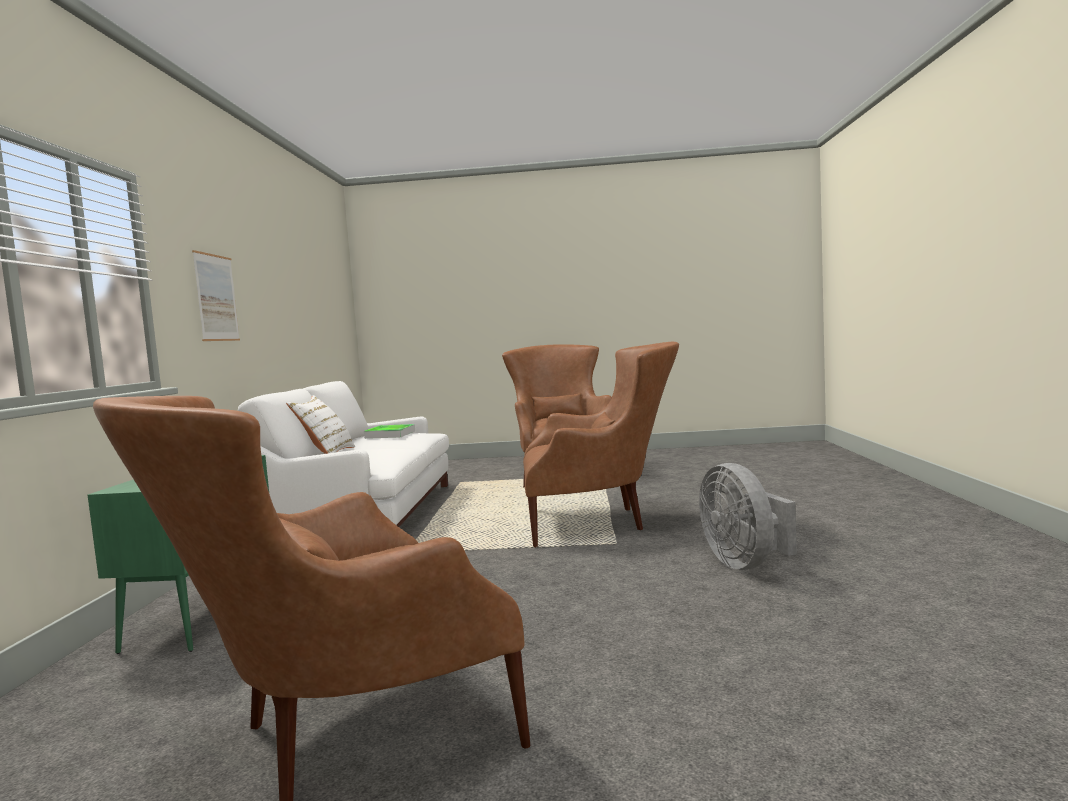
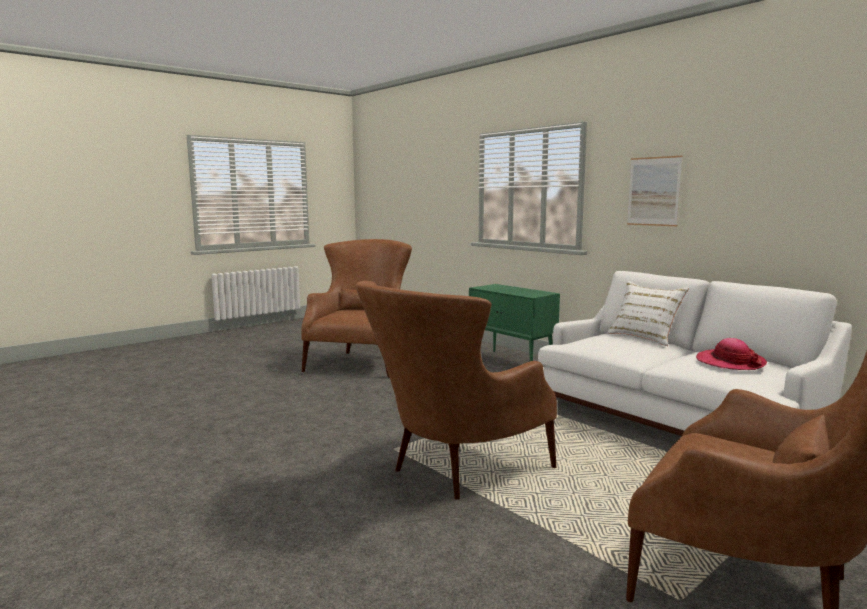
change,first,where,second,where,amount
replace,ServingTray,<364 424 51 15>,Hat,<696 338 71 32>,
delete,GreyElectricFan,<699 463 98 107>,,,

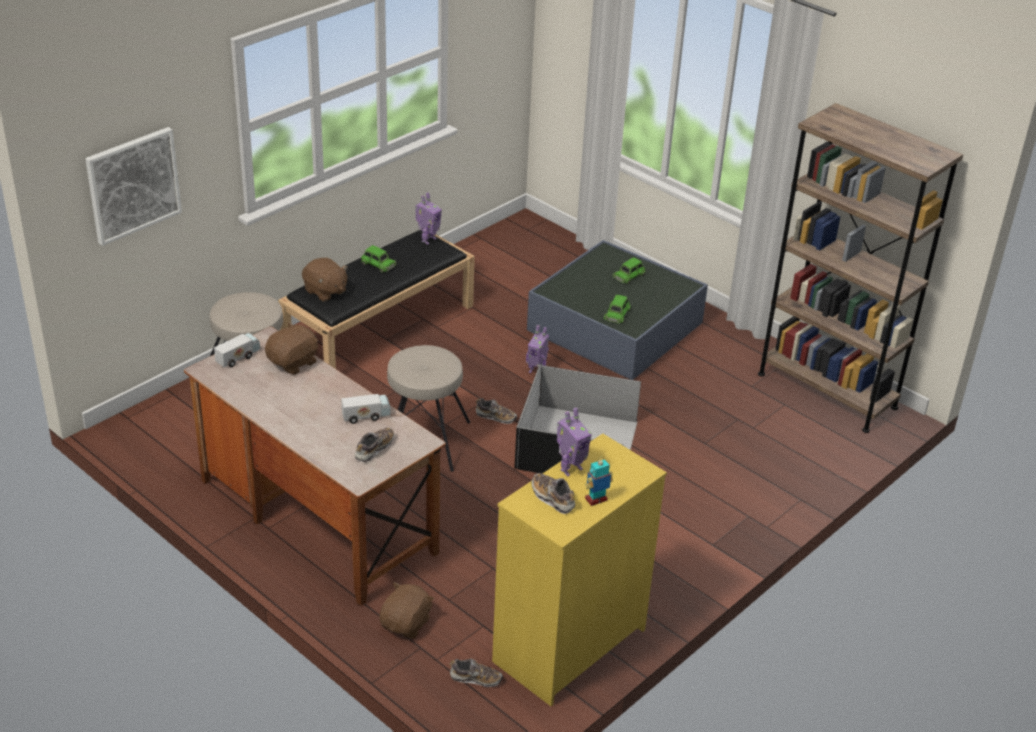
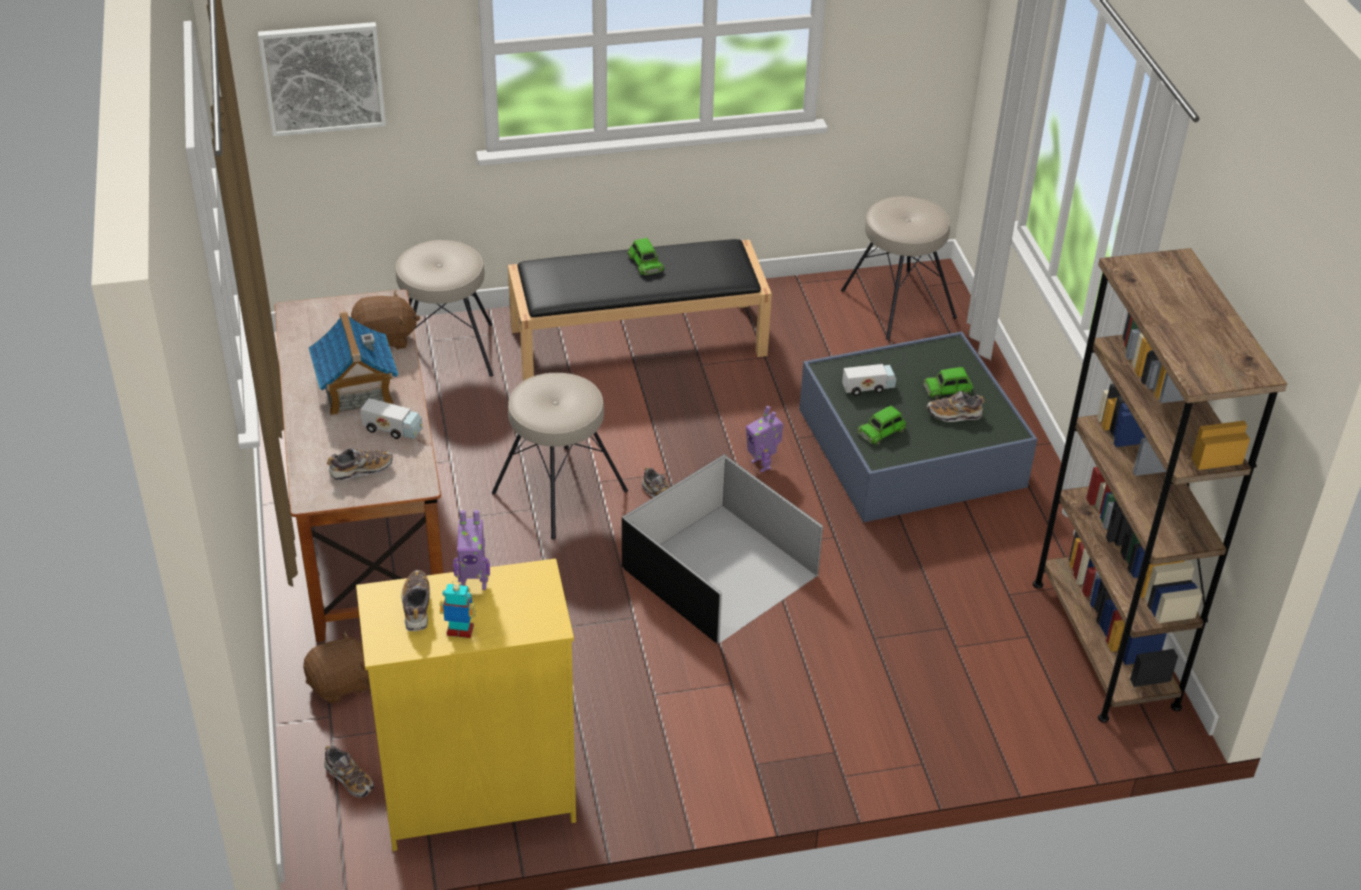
change,first,where,second,where,amount
move,ToyLorry,<214 333 46 34>,,<842 364 54 32>,
delete,BrownColouredSoftToy,<302 258 46 44>,,,
delete,ToyRobot,<415 193 27 51>,,,
insert,,,ToyHouse,<309 311 89 105>,
insert,,,BeigeStool,<841 196 116 144>,
insert,,,Shoe,<927 391 58 31>,

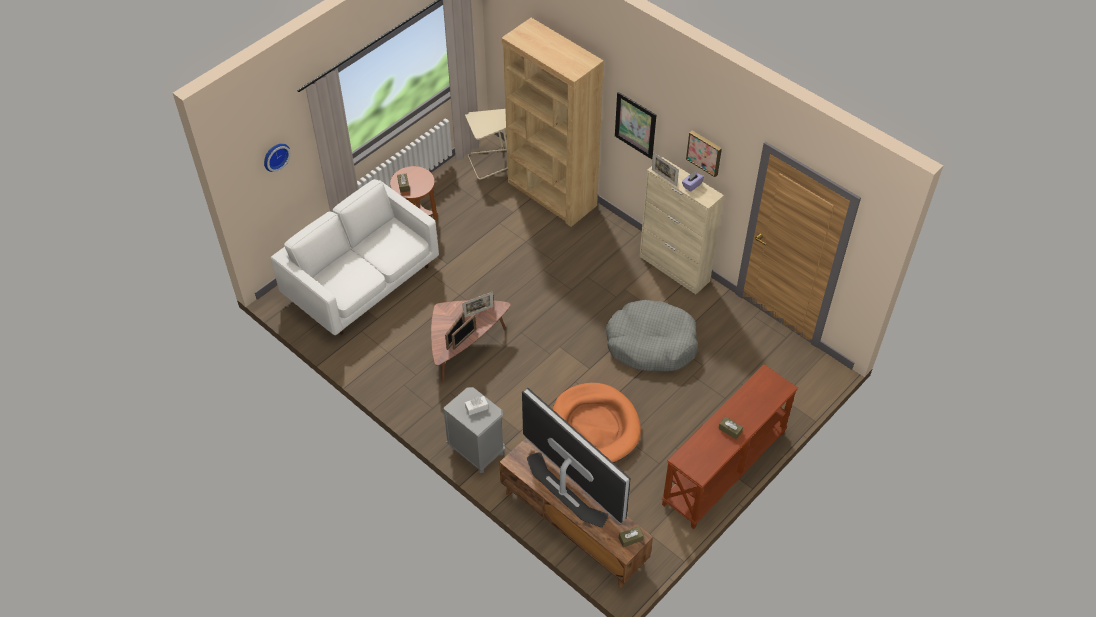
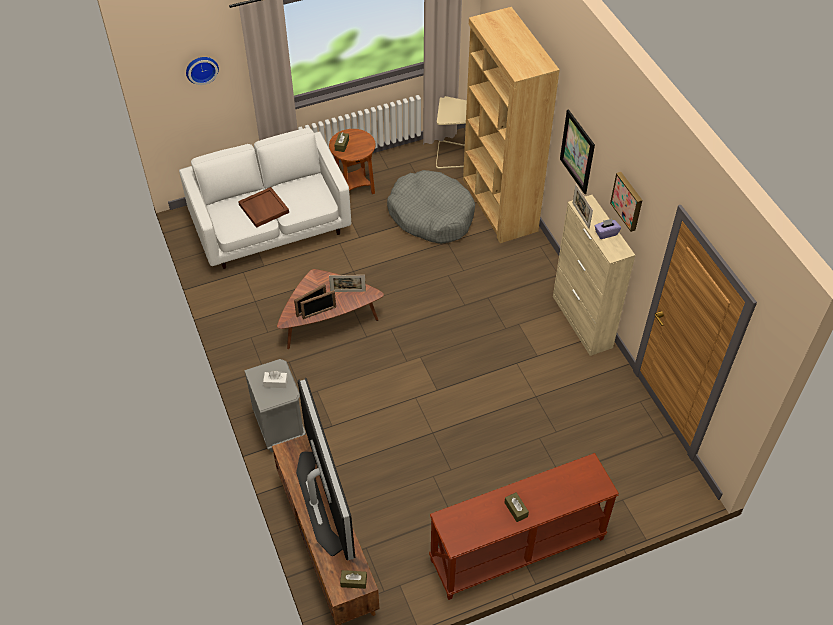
change,first,where,second,where,amount
delete,OrangeyDogBed,<553 383 88 80>,,,
move,GreyDogBed,<606 300 92 72>,,<387 170 88 74>,
insert,,,BrownColouredServingTray,<238 187 51 41>,

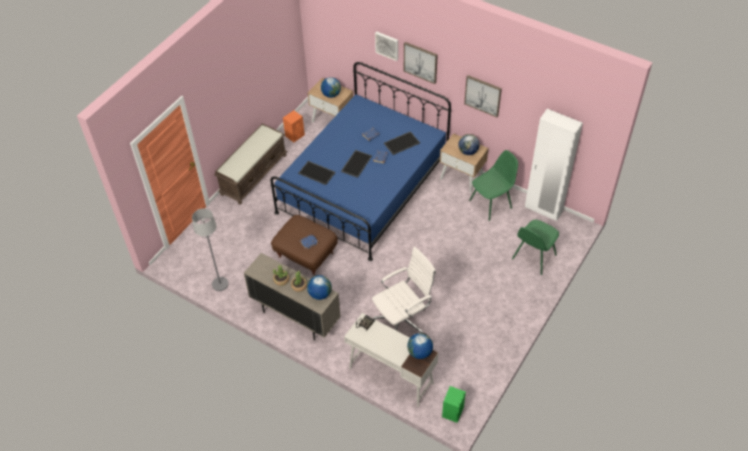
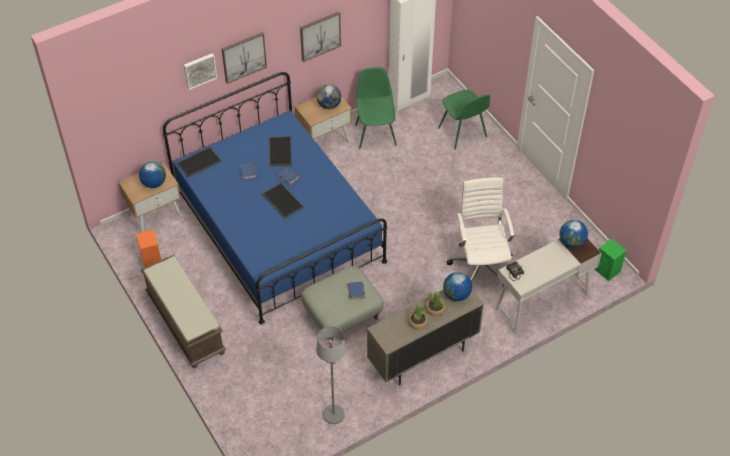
change,first,where,second,where,amount
recolor,BrownColouredOttoman,<271 215 67 61>,GreyOttoman,<301 266 83 75>,
move,ServingTray,<298 161 38 24>,,<176 147 46 31>,

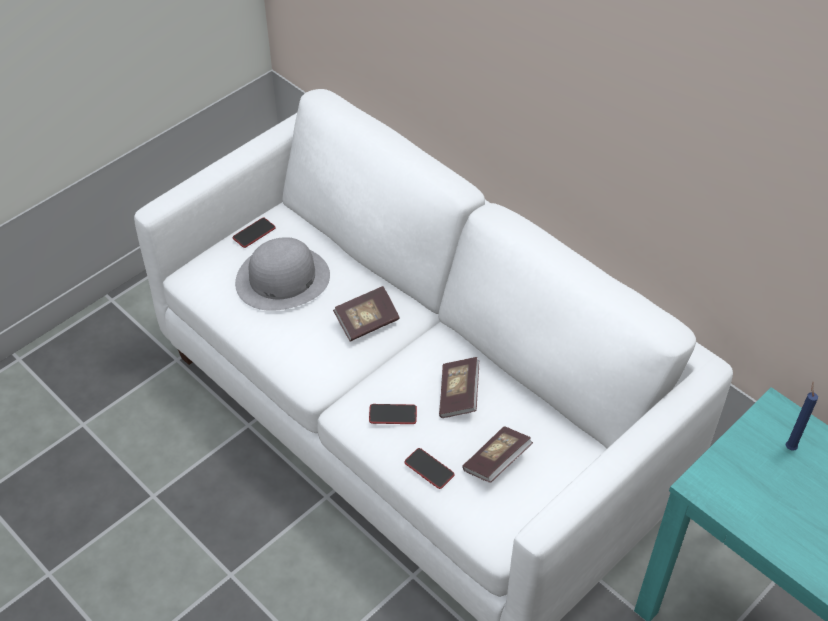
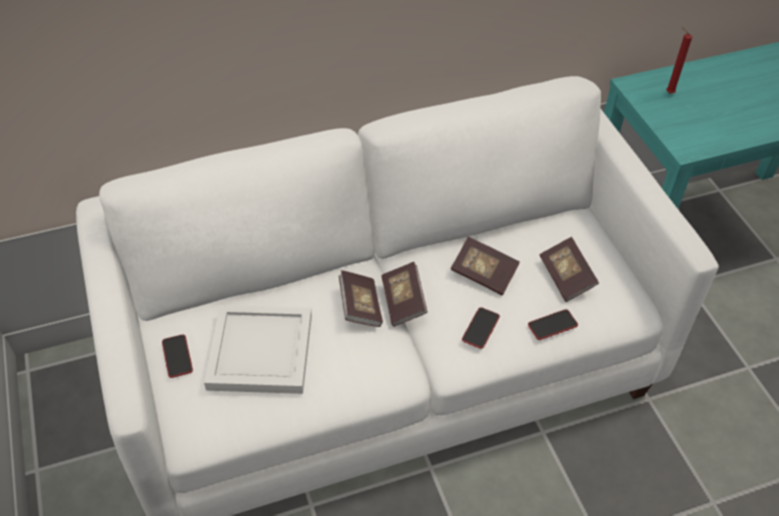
change,first,where,second,where,amount
replace,GreyHat,<235 237 95 74>,WhitishServingTray,<204 305 108 89>,
recolor,BluishCandle,<786 381 32 70>,RedCandle,<666 27 26 67>,
insert,,,Book,<381 262 47 65>,

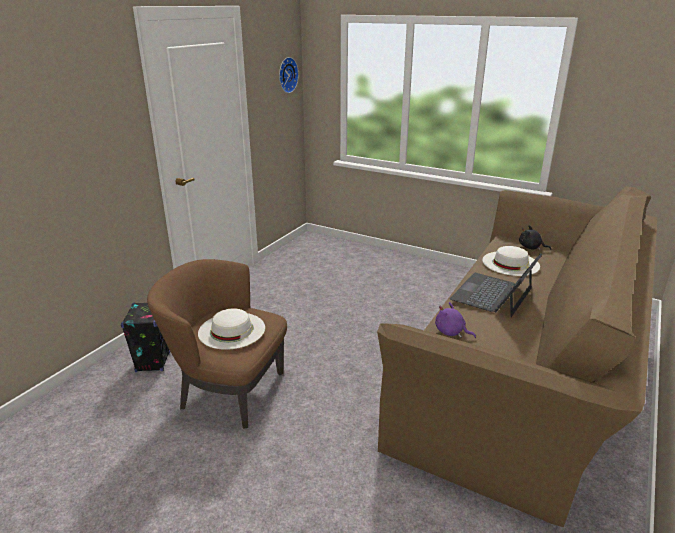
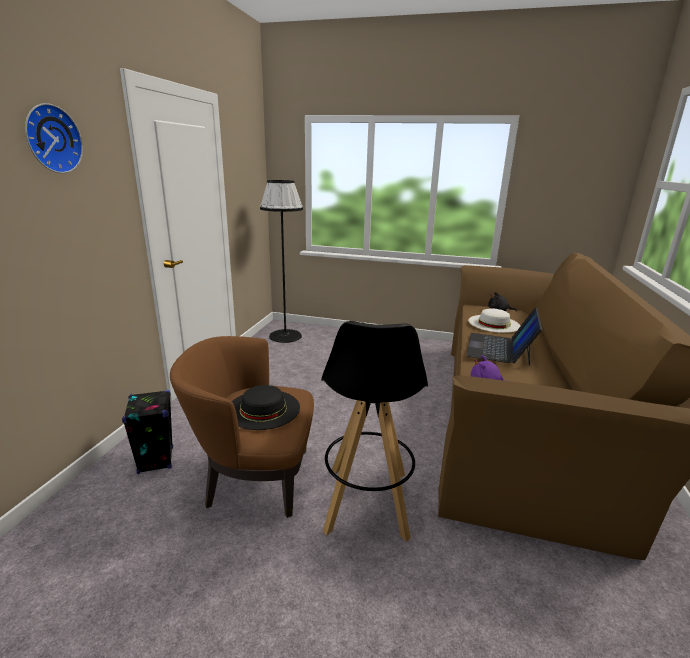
change,first,where,second,where,amount
recolor,WhitishHat,<198 308 67 42>,BlackColouredHat,<232 385 68 45>,
move,ClockOnTheWall,<279 57 20 36>,,<25 103 58 70>,
insert,,,BlackColouredFloorLamp,<260 180 43 163>,
insert,,,BlackColouredStool,<321 321 107 221>,

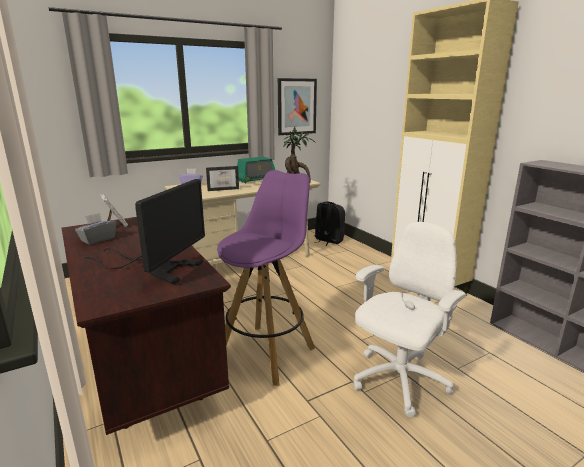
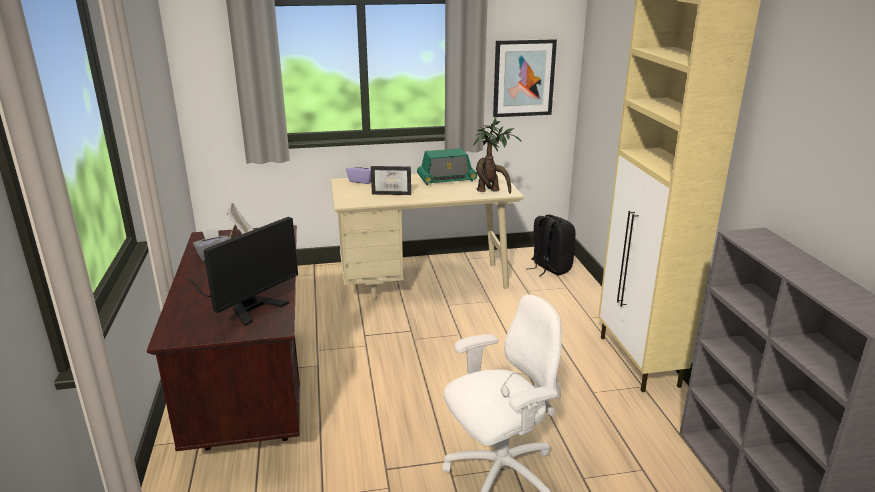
change,first,where,second,where,amount
delete,PurpleStool,<217 170 98 216>,,,

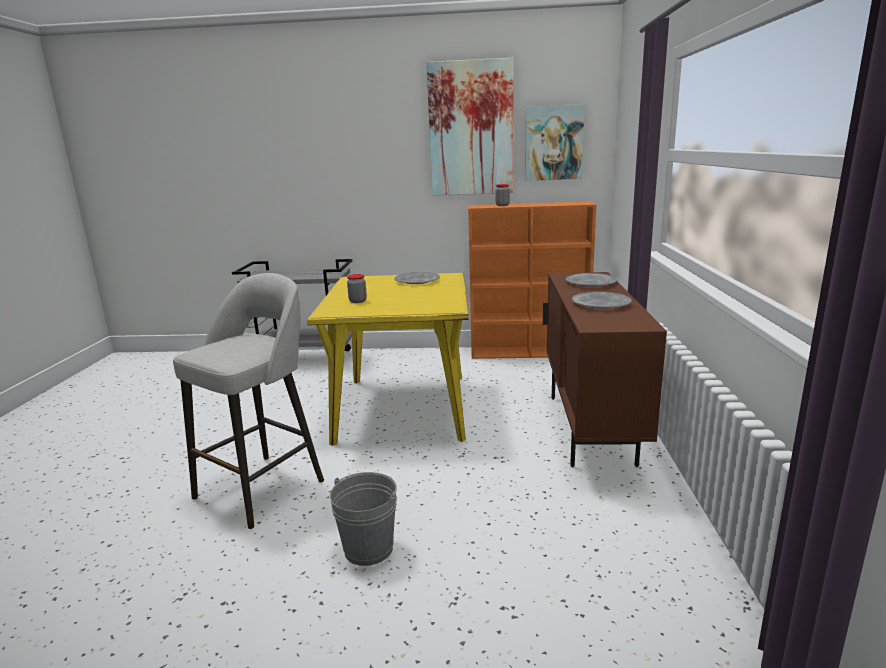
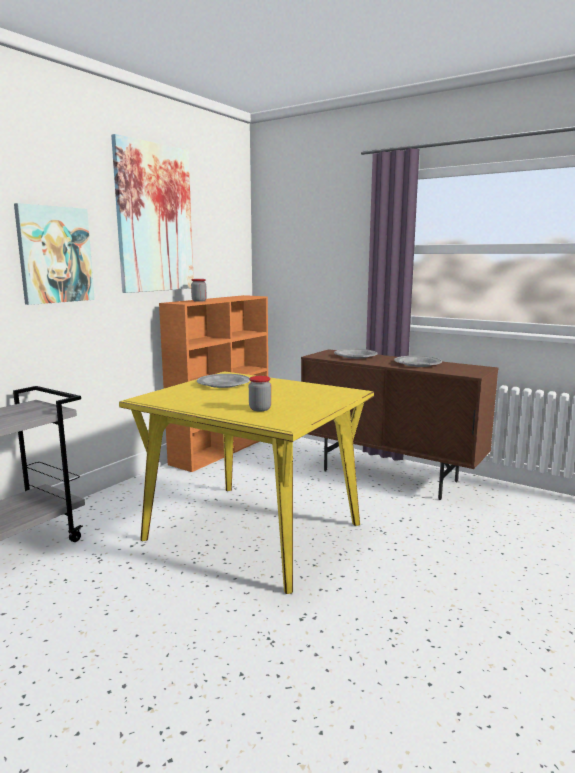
change,first,where,second,where,amount
delete,GreyStool,<173 273 151 256>,,,
delete,GreyPail,<330 472 67 94>,,,
move,WallArt,<525 104 60 77>,,<14 203 81 102>,

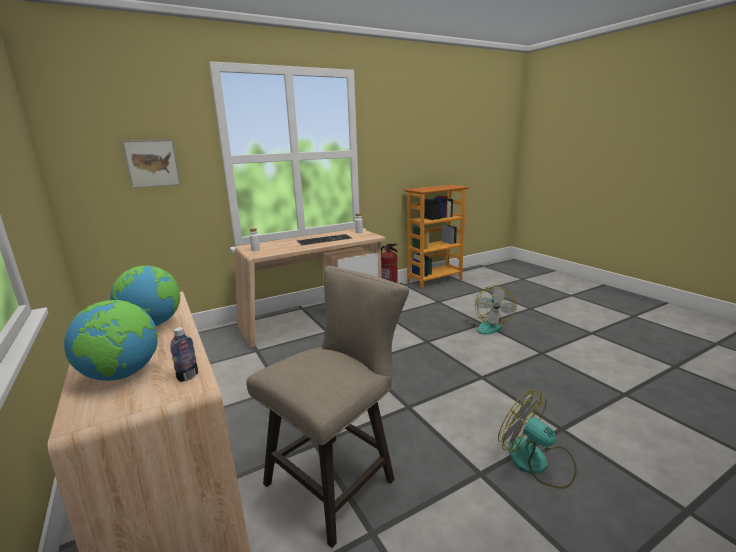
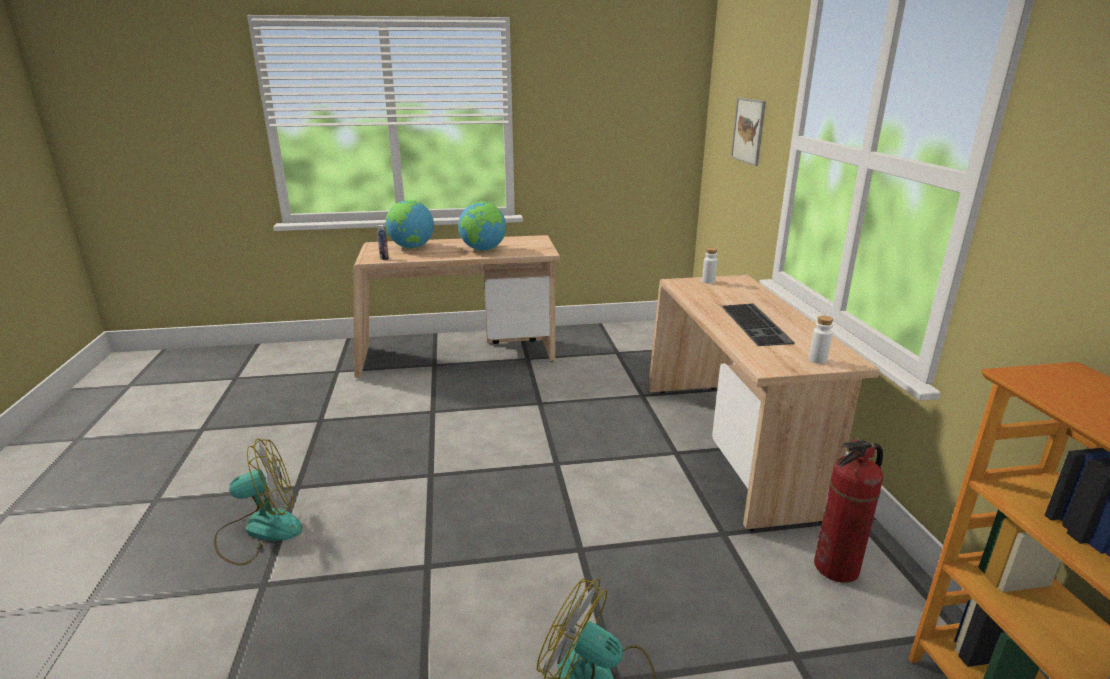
change,first,where,second,where,amount
delete,BeigeStool,<246 266 163 282>,,,

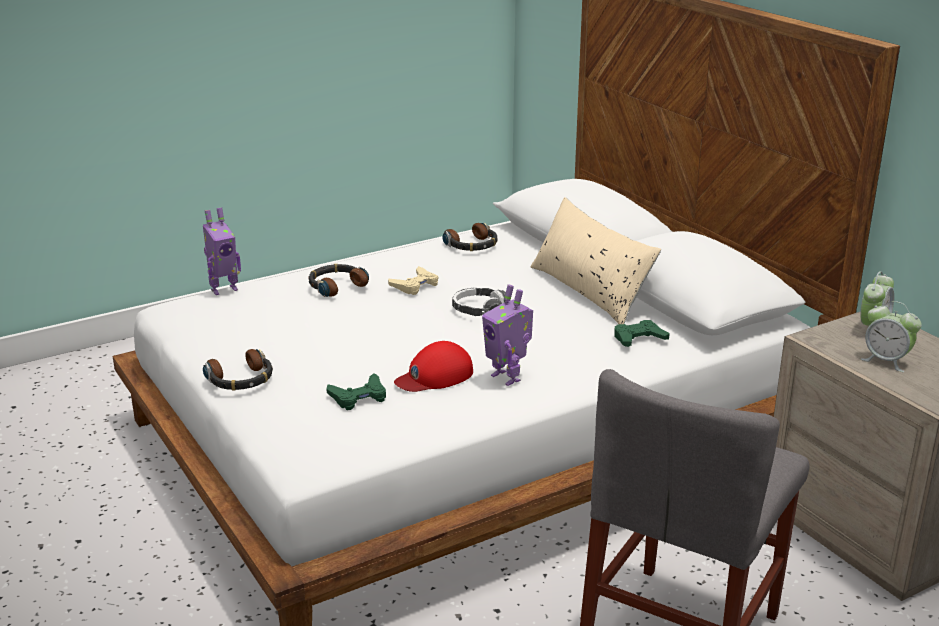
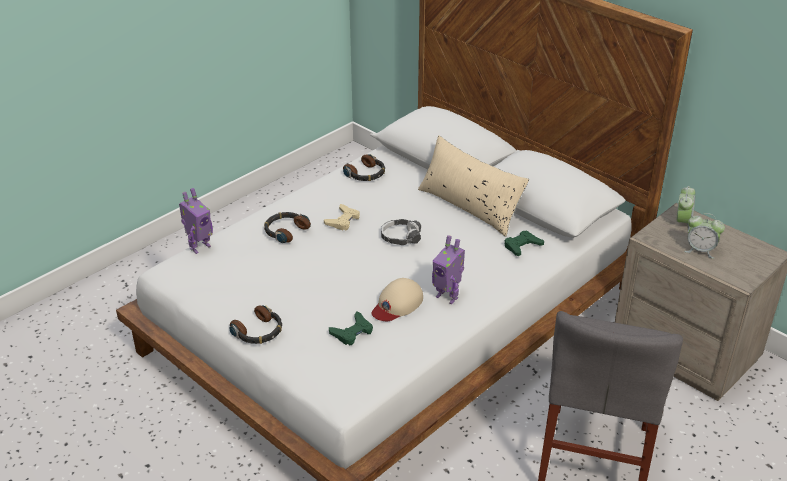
change,first,where,second,where,amount
recolor,RedPeakedCap,<394 341 79 51>,BeigePeakedCap,<372 278 51 43>,

